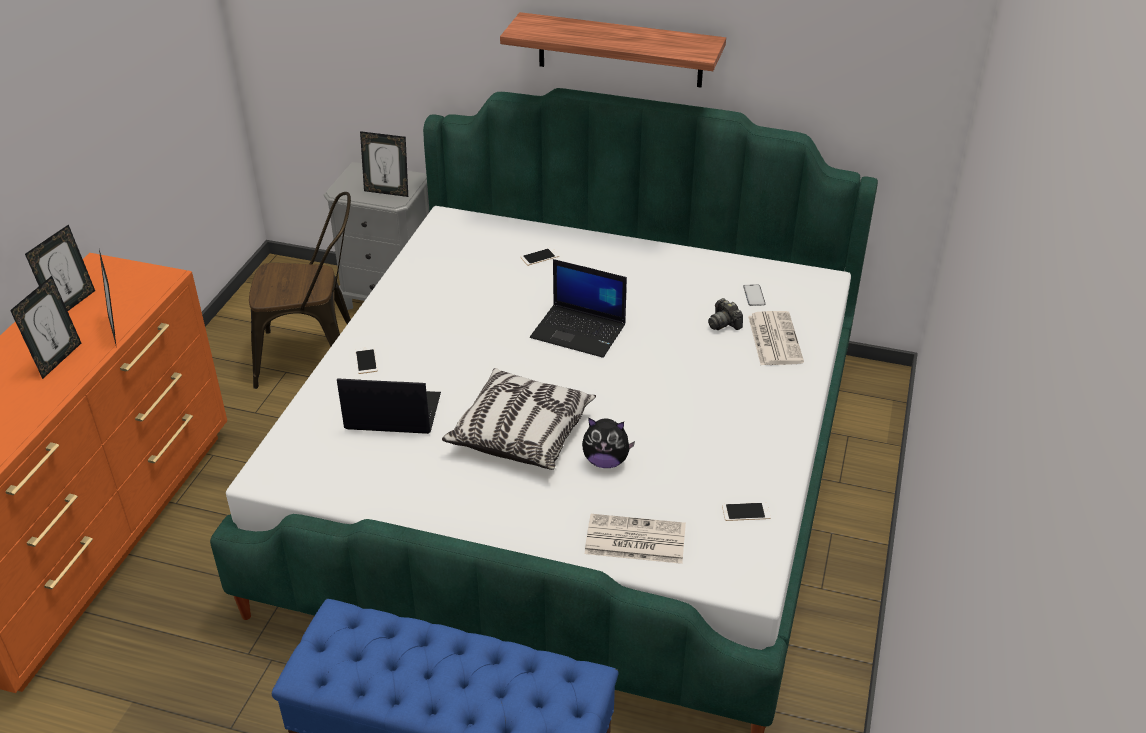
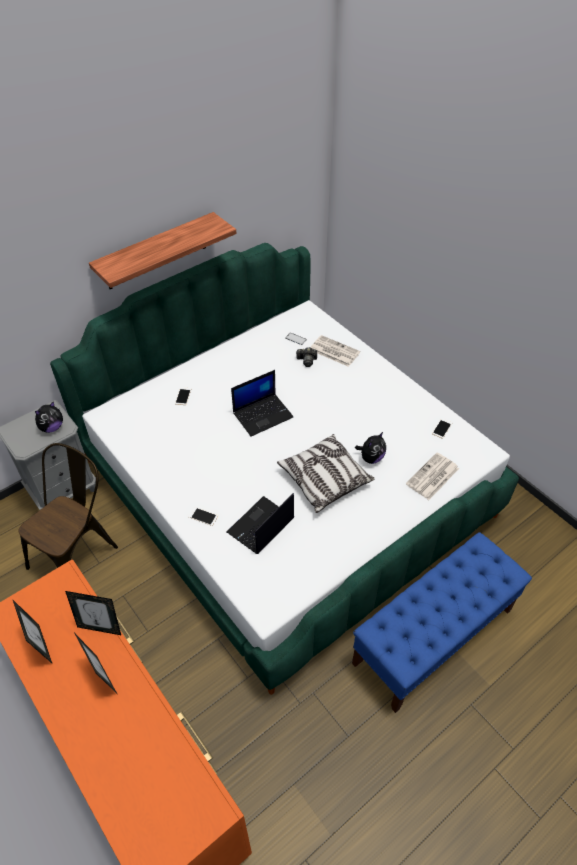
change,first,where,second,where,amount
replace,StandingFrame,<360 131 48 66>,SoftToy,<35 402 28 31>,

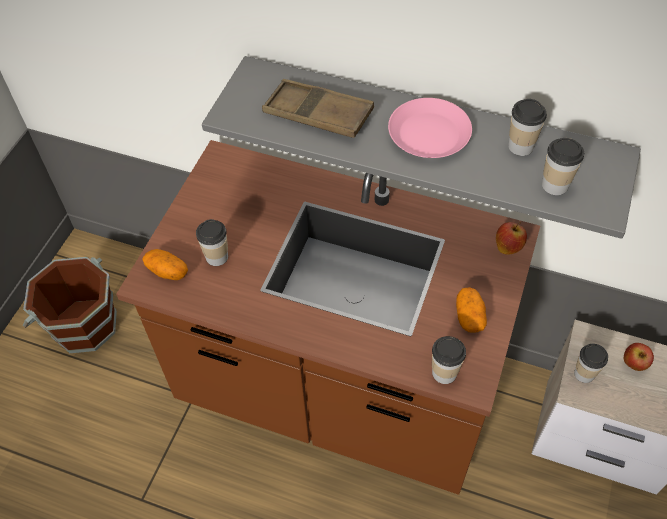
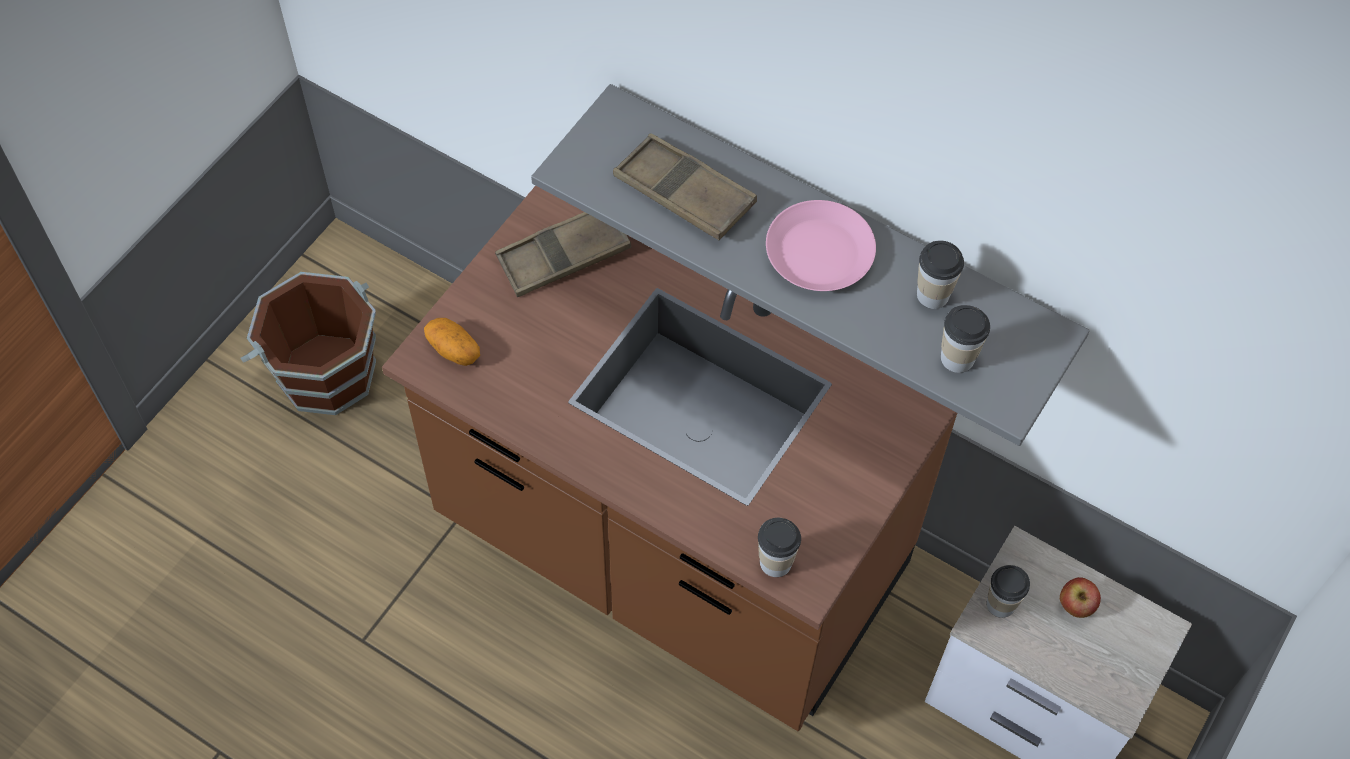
change,first,where,second,where,amount
delete,DrinkingCup,<196 219 32 47>,,,
delete,Spud,<456 287 31 46>,,,
delete,AppleFruit,<496 222 31 33>,,,
insert,,,BrownColouredServingTray,<495 212 136 85>,

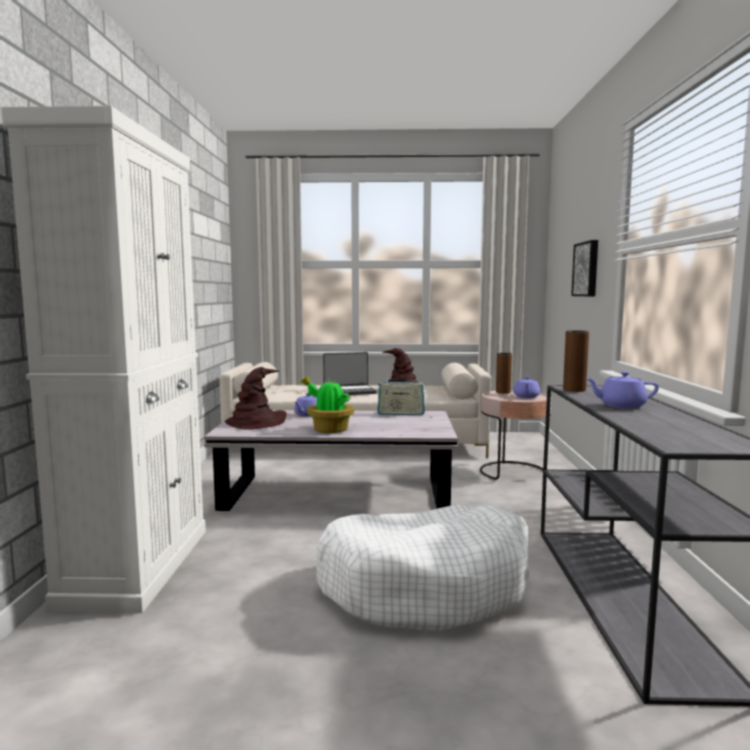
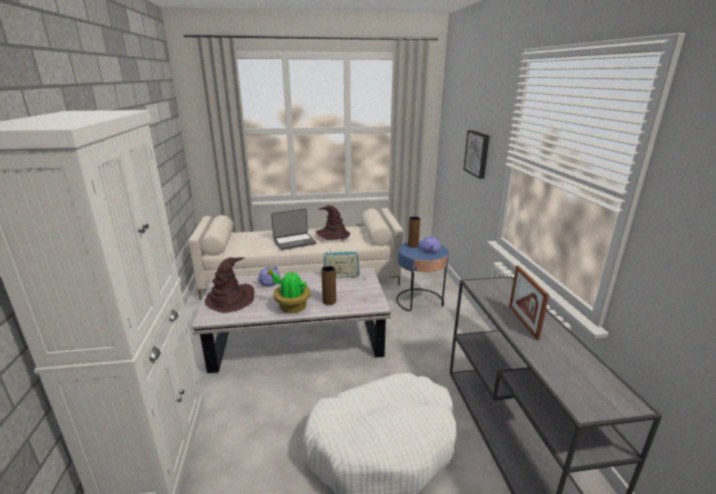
change,first,where,second,where,amount
recolor,PinkishEndTable,<480 390 71 90>,BluishEndTable,<396 241 53 70>,
move,BrownColouredVase,<563 330 26 62>,,<321 266 15 39>,
replace,PurpleTeapot,<586 372 73 36>,StandingFrame,<509 265 40 75>,

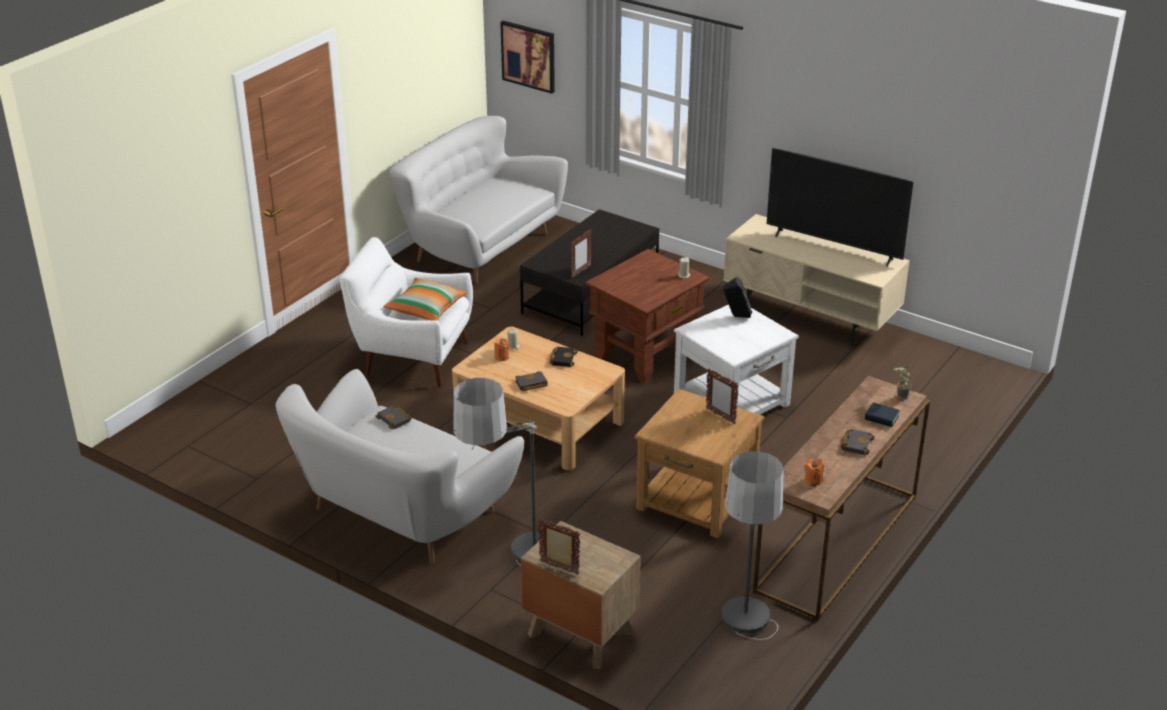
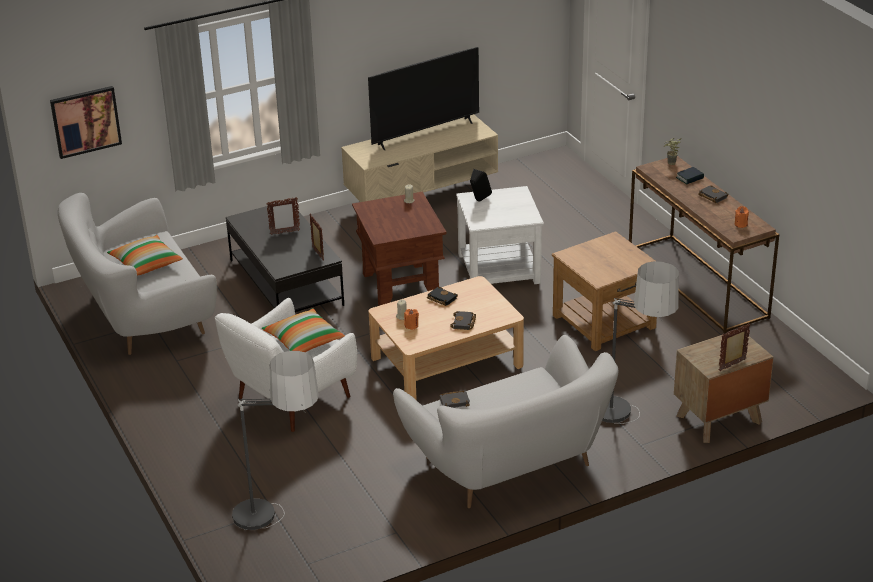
change,first,where,second,where,amount
move,StandingFrame,<706 368 33 56>,,<266 197 34 38>,
move,FloorLamp,<721 451 64 189>,,<232 351 87 179>,
insert,,,ThrowPillow,<107 235 76 41>,

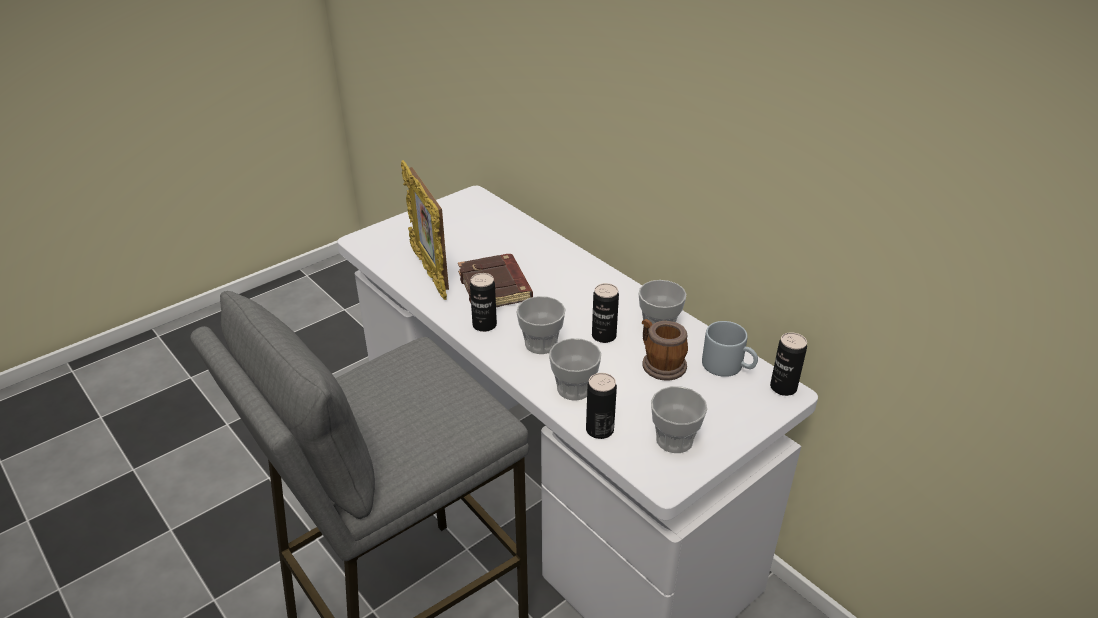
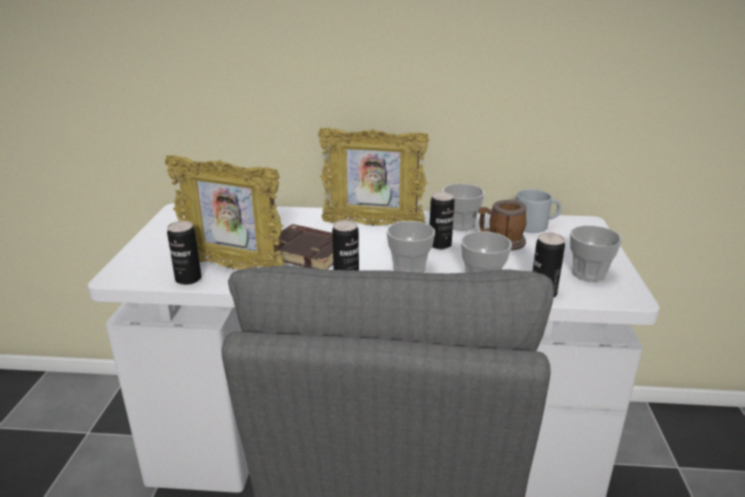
change,first,where,second,where,amount
move,Can,<770 332 37 64>,,<167 221 35 64>,
insert,,,StandingFrame,<318 128 111 98>,

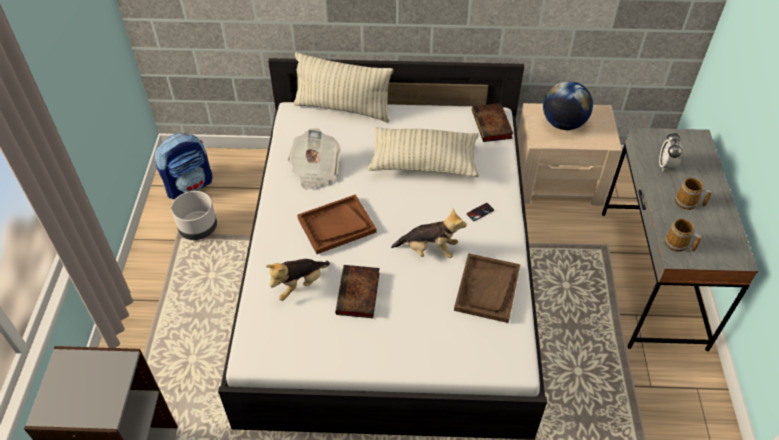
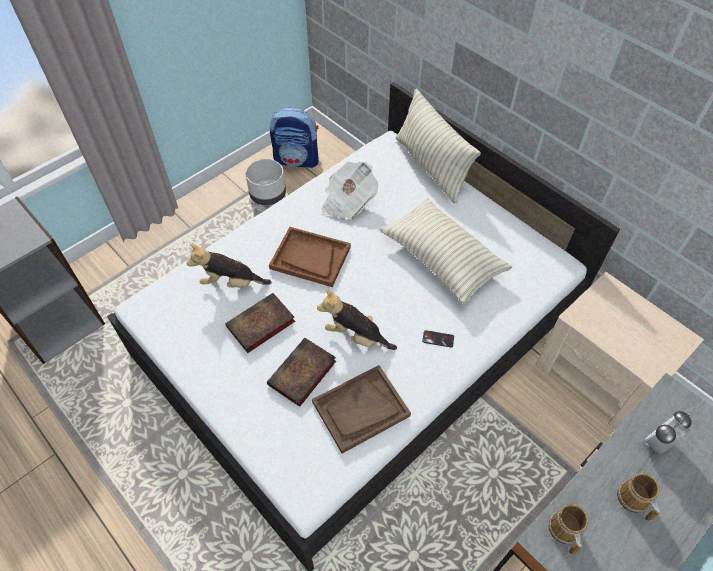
change,first,where,second,where,amount
rotate,SoftToy,<391 208 76 50>,,<317 289 80 61>,150 degrees clockwise
move,Book,<472 103 41 39>,,<267 338 69 69>,
delete,WorldGlobe,<543 81 50 49>,,,

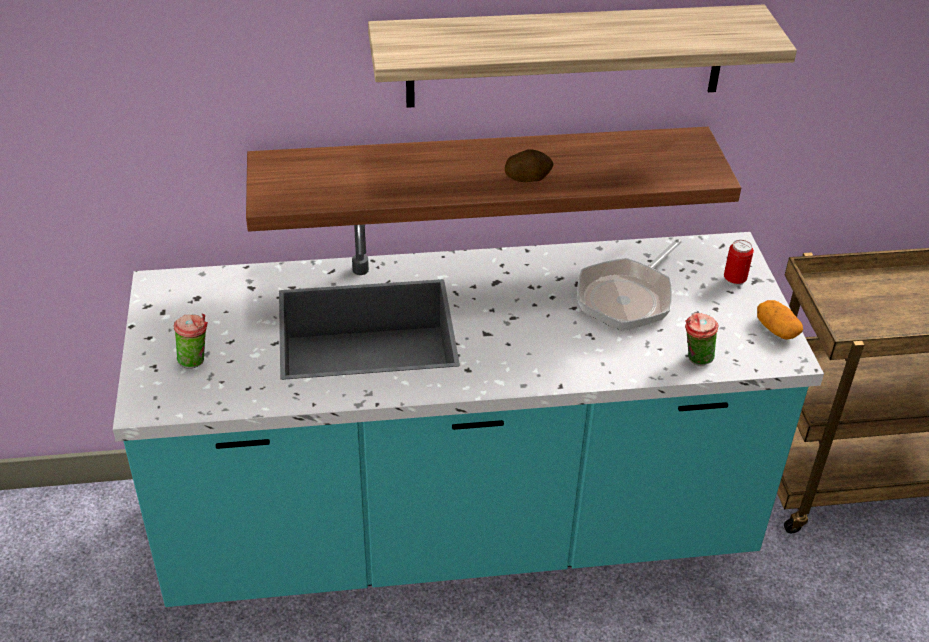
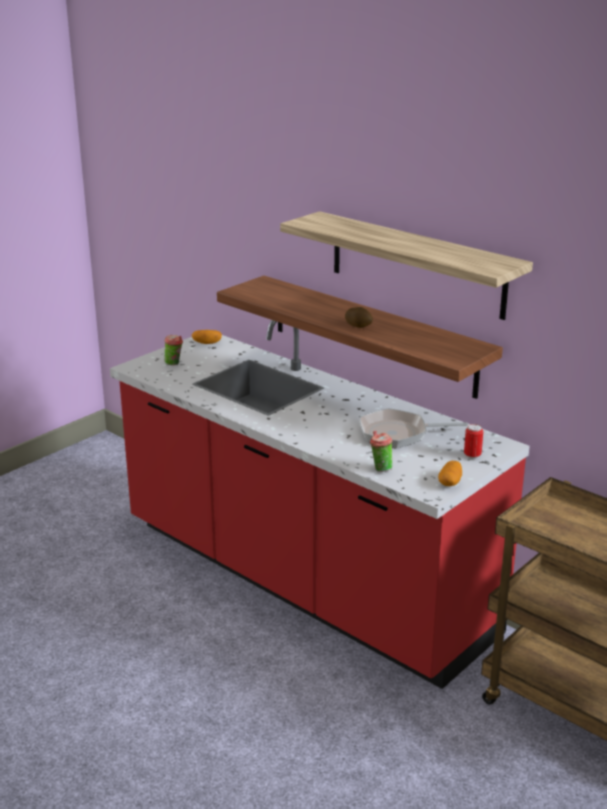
change,first,where,second,where,amount
recolor,TurquoiseKitchenBaseUnit,<113 224 711 383>,RedKitchenBaseUnit,<110 320 420 369>,
insert,,,Spud,<192 330 30 14>,

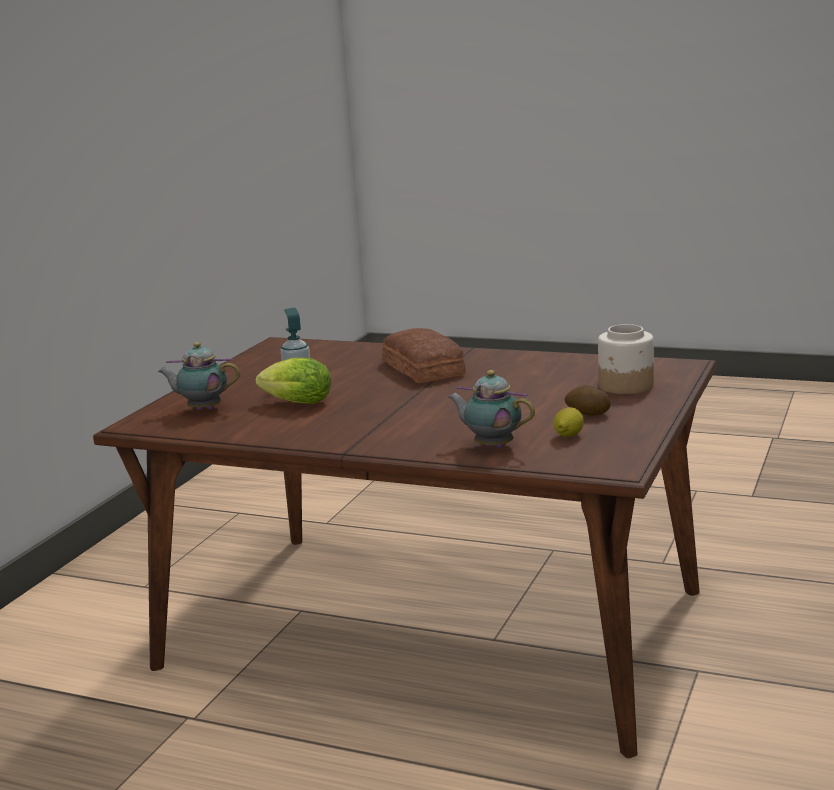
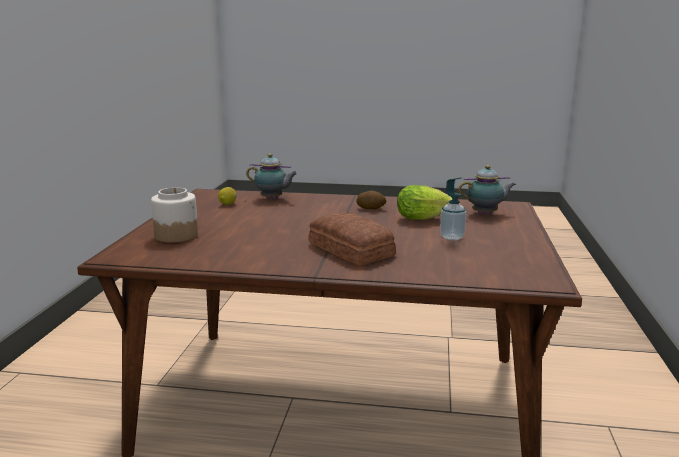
change,first,where,second,where,amount
move,Spud,<565 385 46 31>,,<356 190 30 19>,

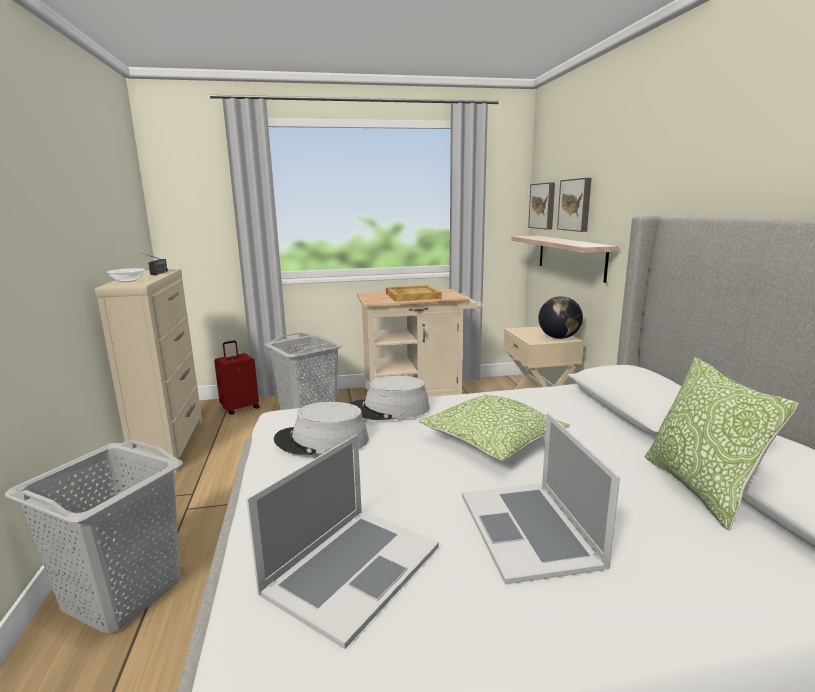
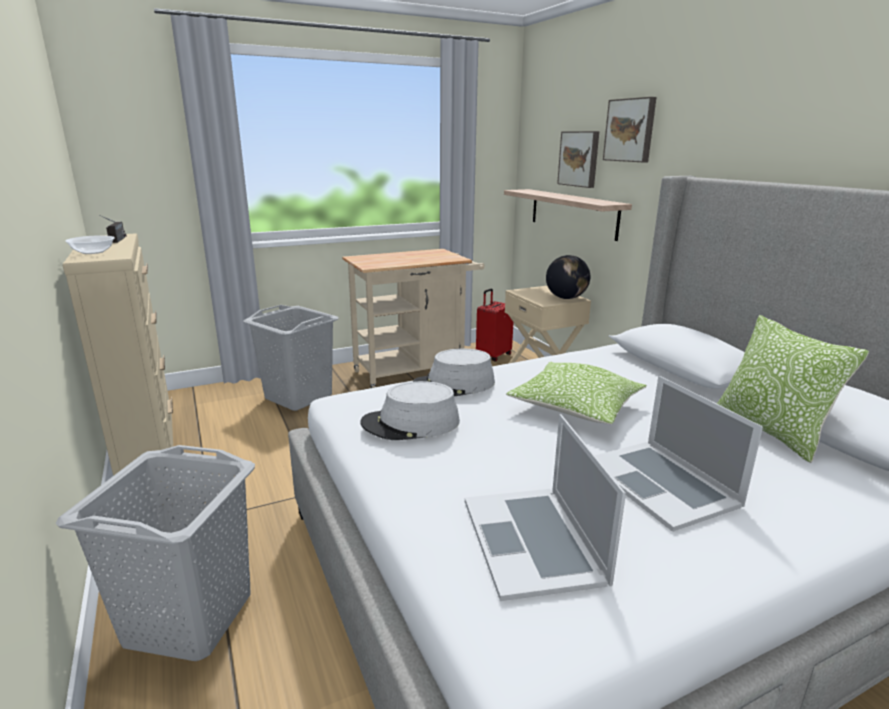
change,first,where,second,where,amount
move,RedPieceOfLuggage,<214 340 46 75>,,<476 289 37 72>,
rotate,PortableComputer,<246 434 193 215>,,<465 414 161 187>,150 degrees clockwise
delete,BeigeServingTray,<386 285 56 17>,,,
move,WallArt,<528 182 27 48>,,<603 97 54 65>,

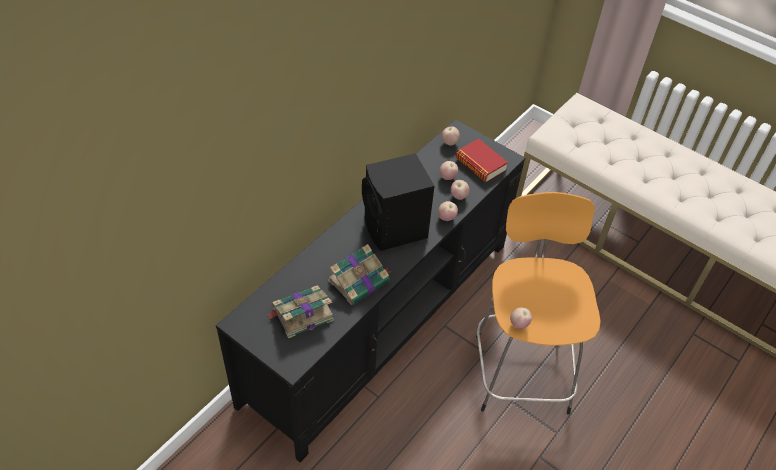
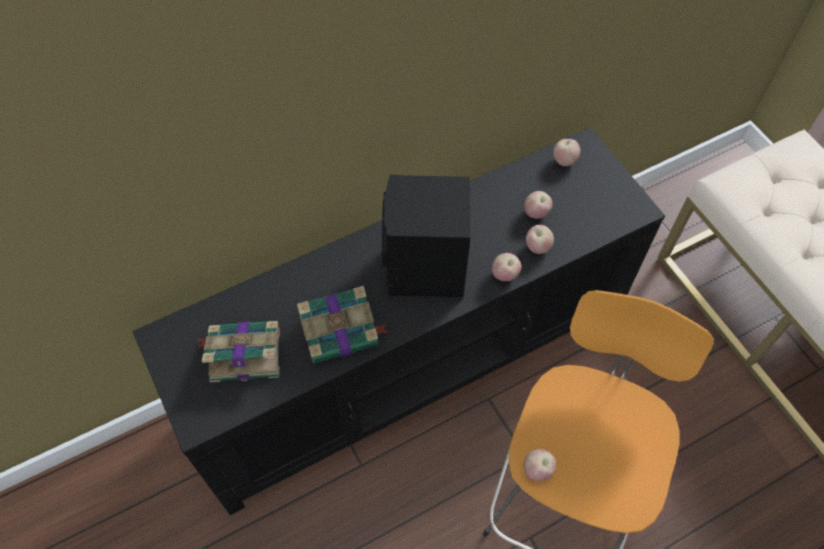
change,first,where,second,where,amount
delete,Book,<456 138 52 44>,,,

